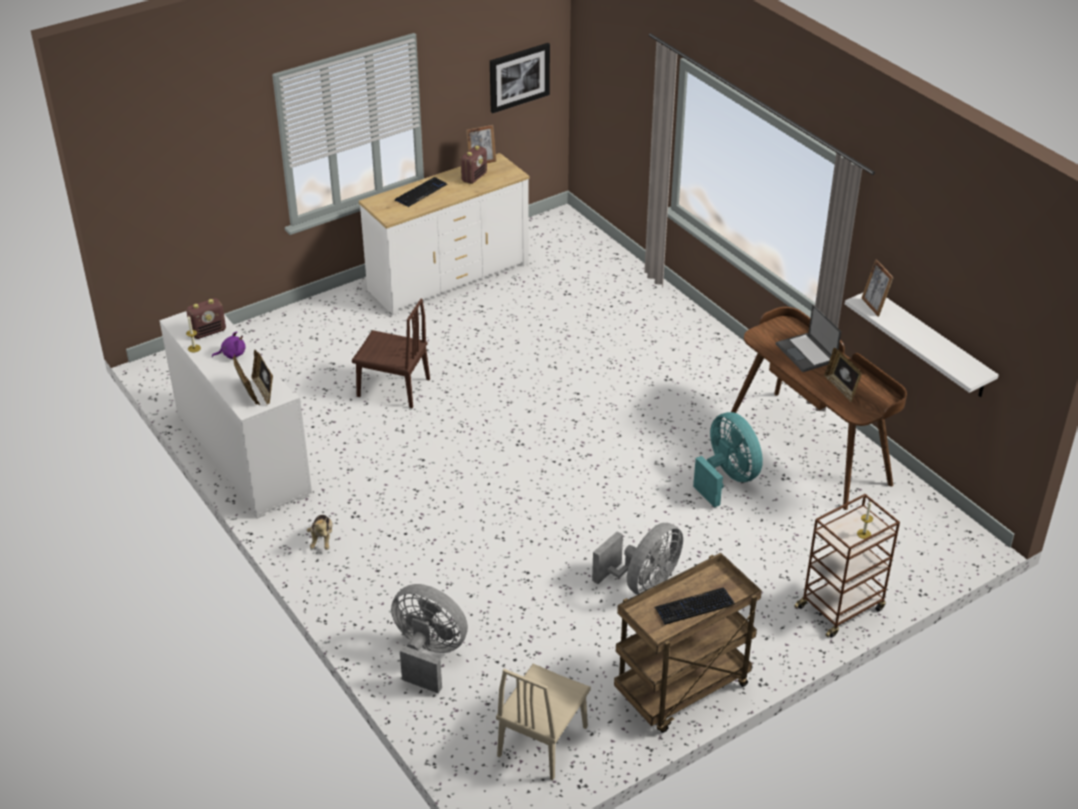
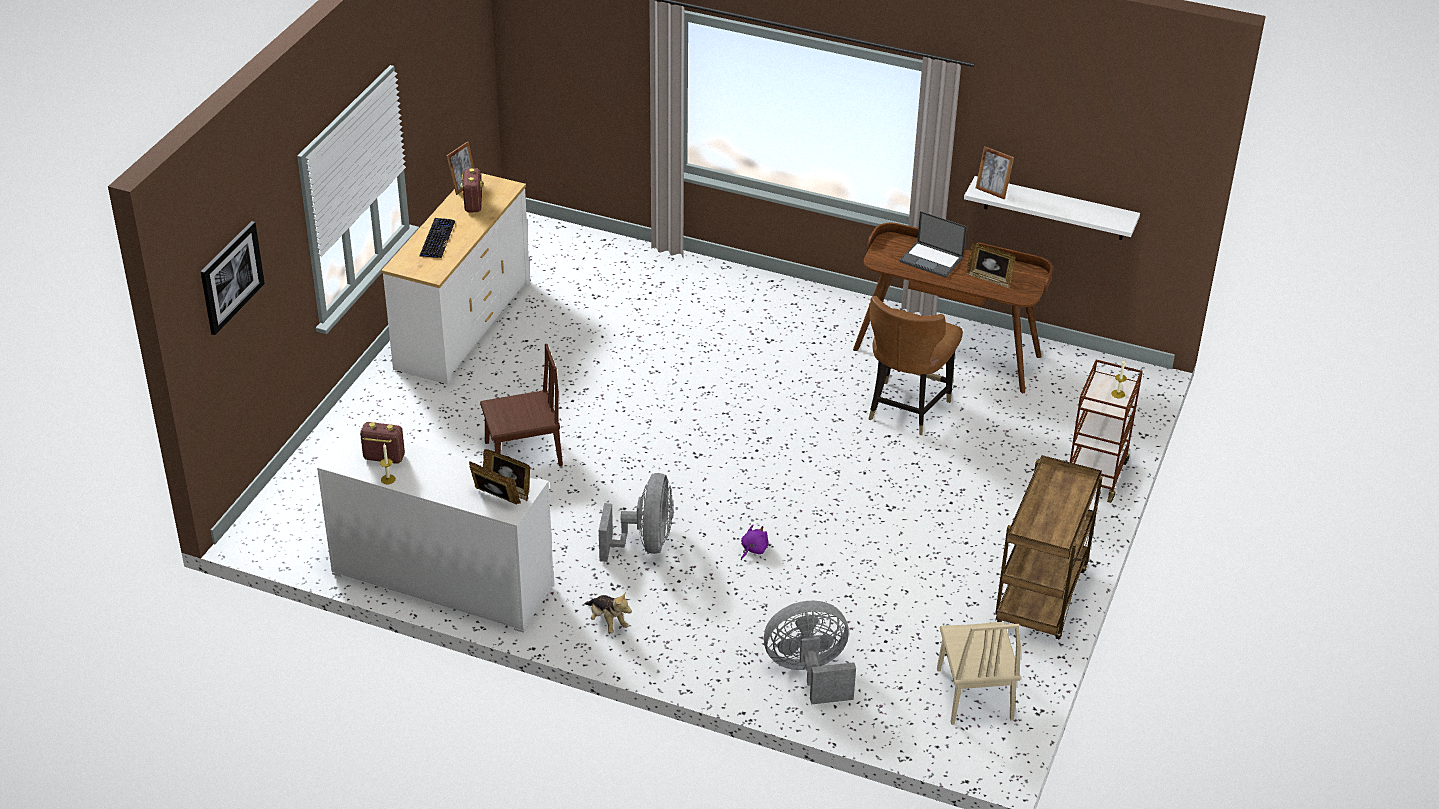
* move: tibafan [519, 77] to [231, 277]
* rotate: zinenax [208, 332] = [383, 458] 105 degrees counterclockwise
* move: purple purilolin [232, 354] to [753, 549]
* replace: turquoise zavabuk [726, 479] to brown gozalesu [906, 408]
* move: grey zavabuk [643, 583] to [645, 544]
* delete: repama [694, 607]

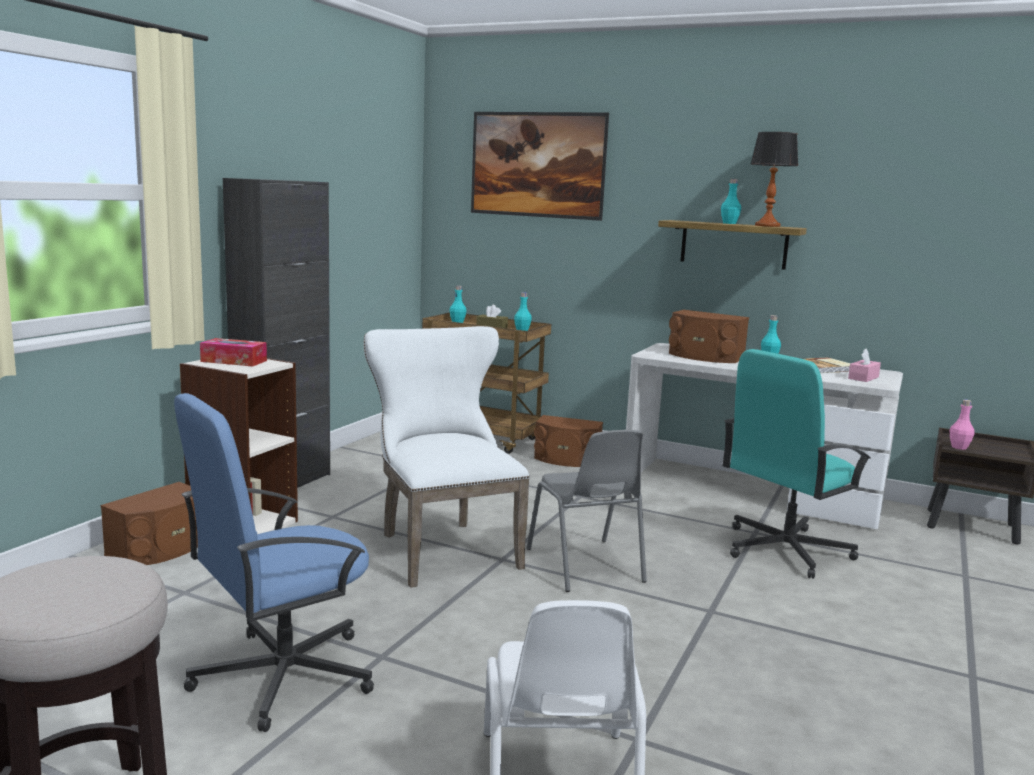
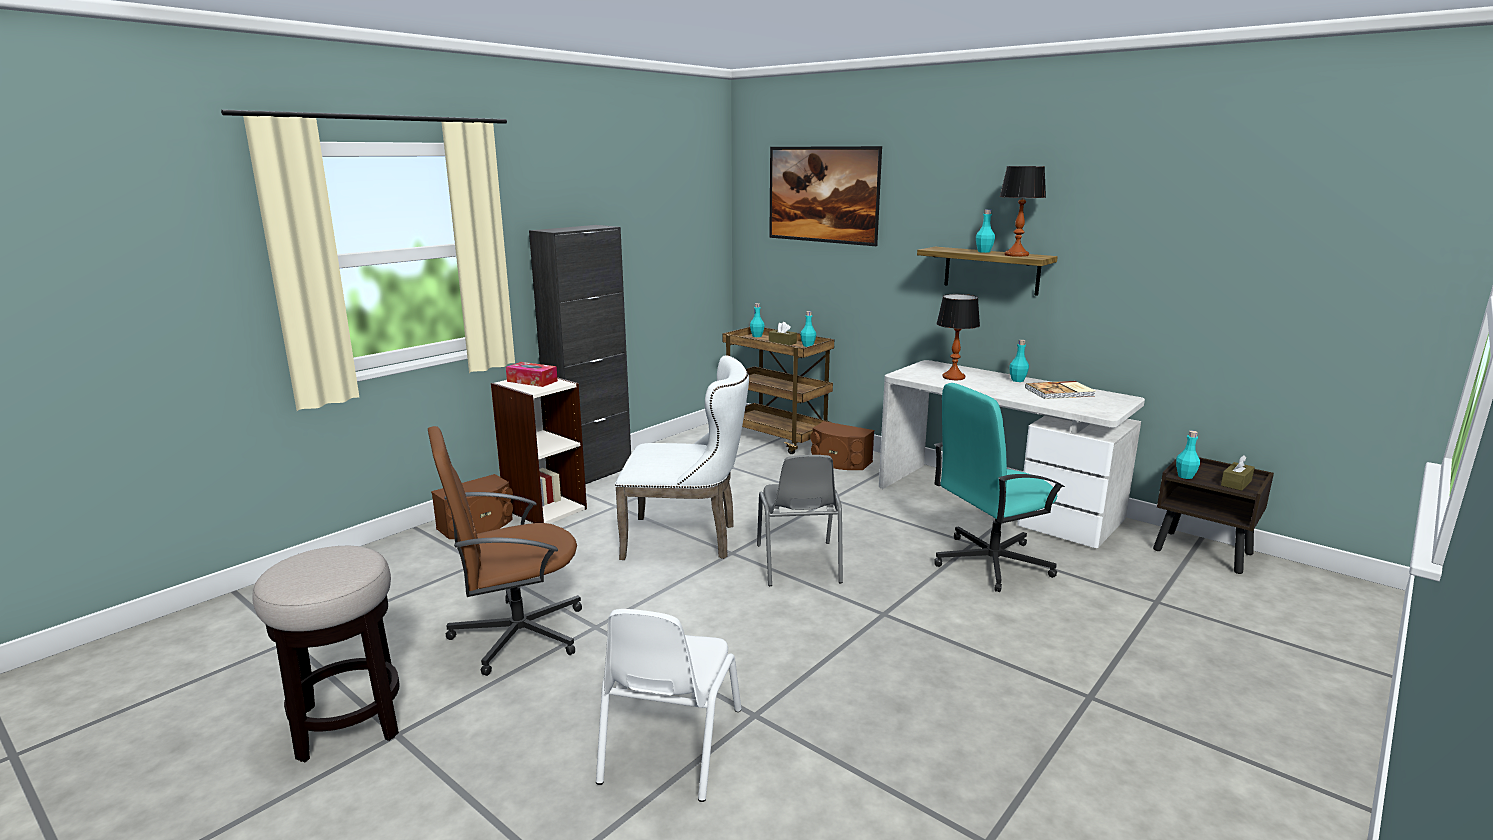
* replace: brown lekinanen [704, 356] to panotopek [954, 377]
* rotate: white gozalesu [442, 548] = [688, 539] 105 degrees clockwise
* delete: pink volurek [863, 378]
* recolor: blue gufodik [281, 676] to brown gufodik [516, 634]
* recolor: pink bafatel [959, 447] to turquoise bafatel [1185, 476]
* insert: brown volurek [1236, 483]

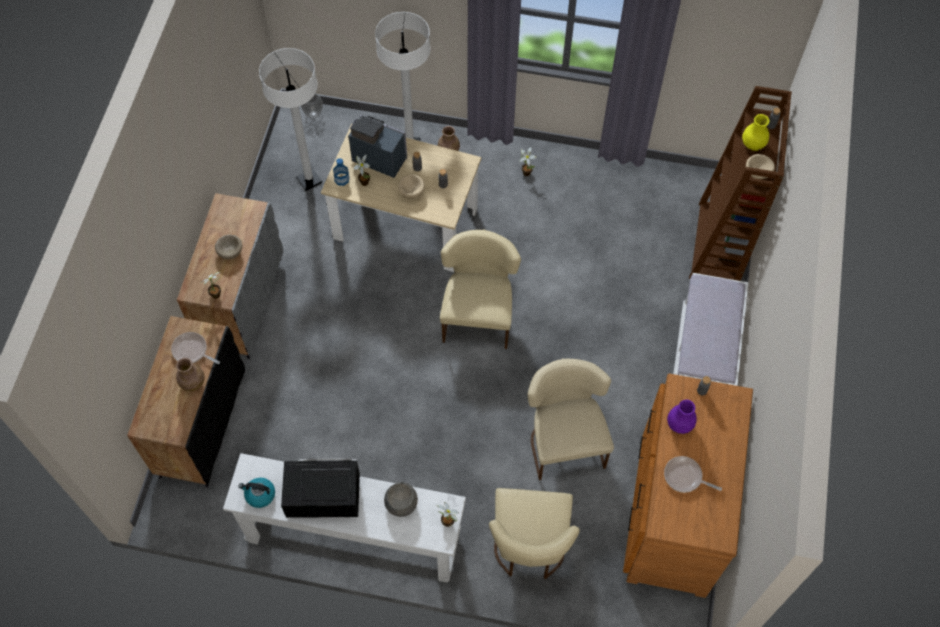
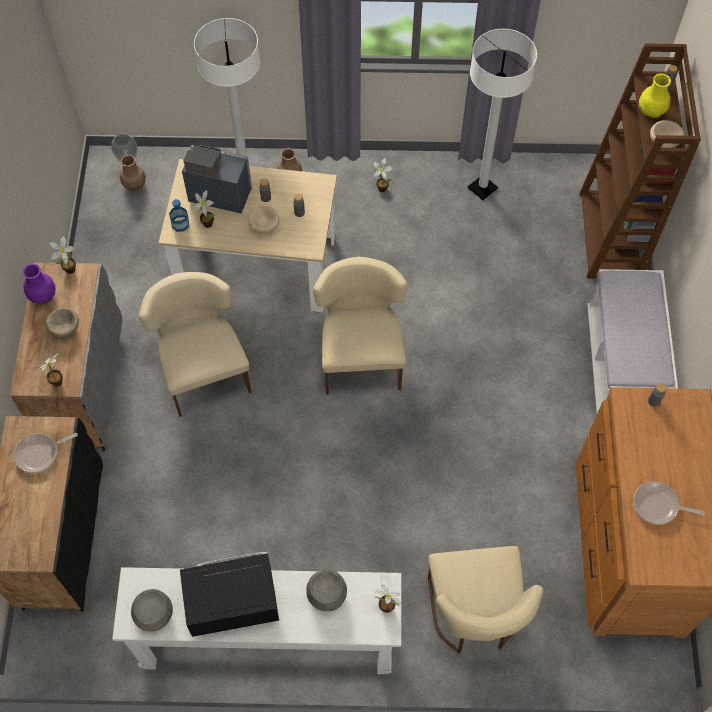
* move: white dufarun [309, 180] to [482, 188]
* rotate: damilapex [192, 351] = [40, 454] 45 degrees counterclockwise
* move: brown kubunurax [192, 382] to [134, 184]
* move: beige gozalesu [564, 440] to [203, 371]
* move: purple kubunurax [680, 425] to [43, 296]
* replace: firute [259, 495] to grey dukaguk [154, 614]
* insert: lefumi [68, 270]

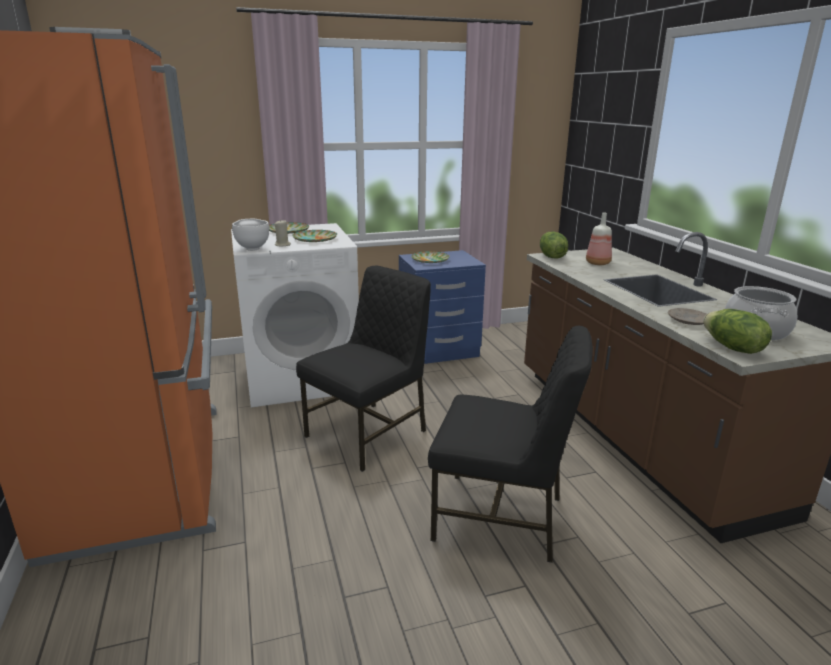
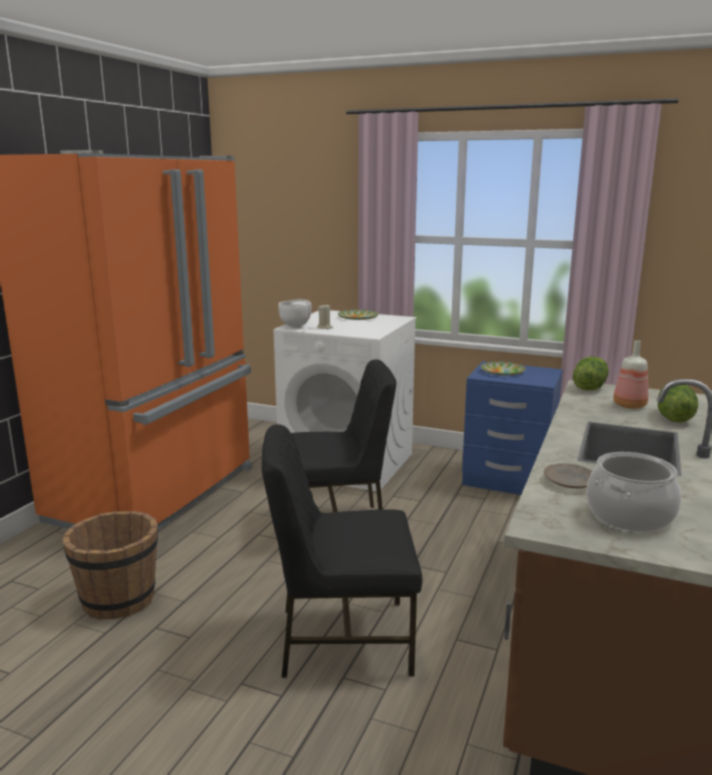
* delete: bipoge [314, 239]
* move: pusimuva [732, 348] to [673, 418]
* rotate: black gozalesu [501, 517] = [342, 638] 120 degrees clockwise
* insert: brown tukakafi [118, 599]

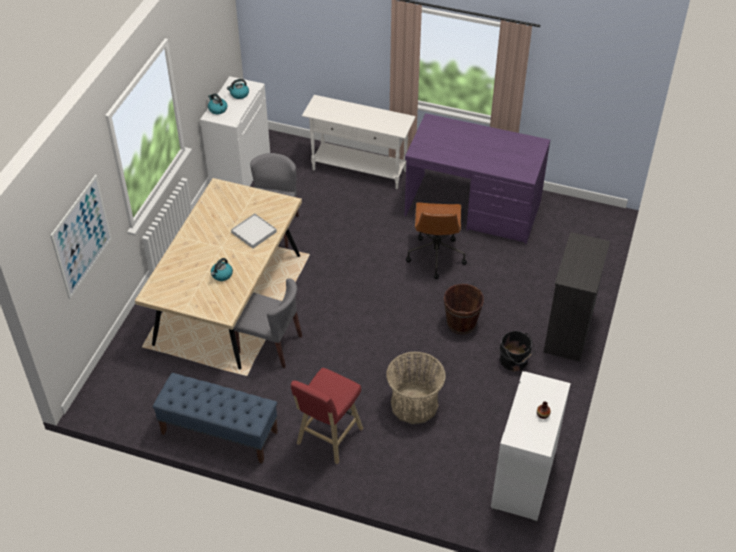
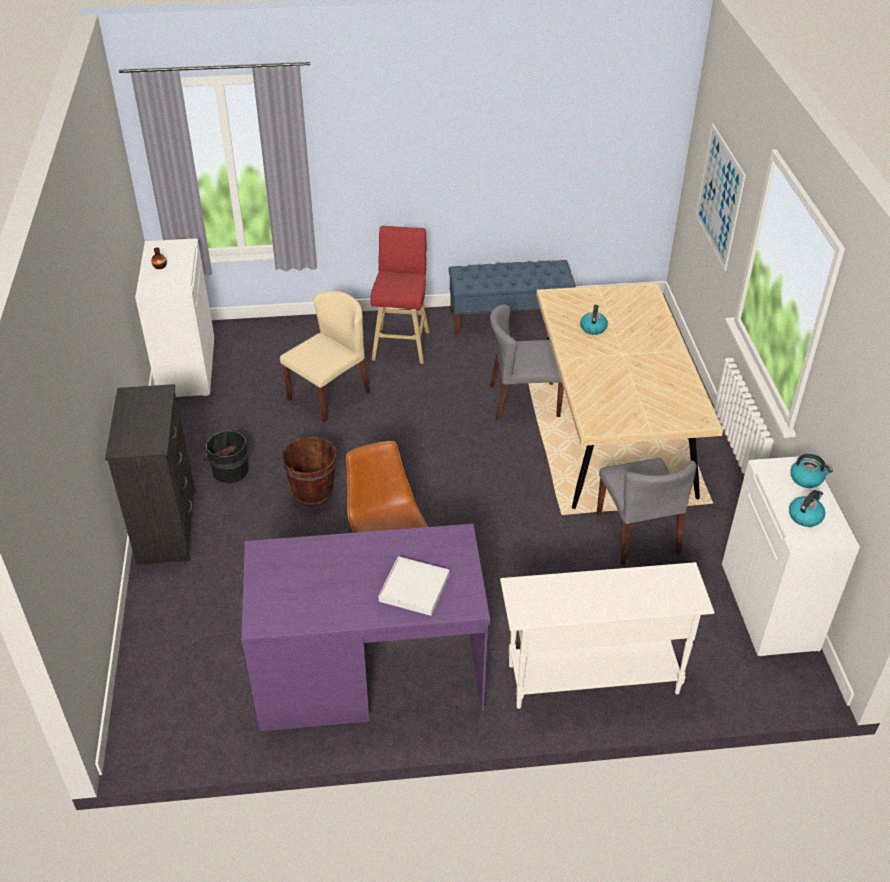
* move: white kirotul [254, 232] to [414, 588]
* replace: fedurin [414, 404] to beige gozalesu [329, 395]

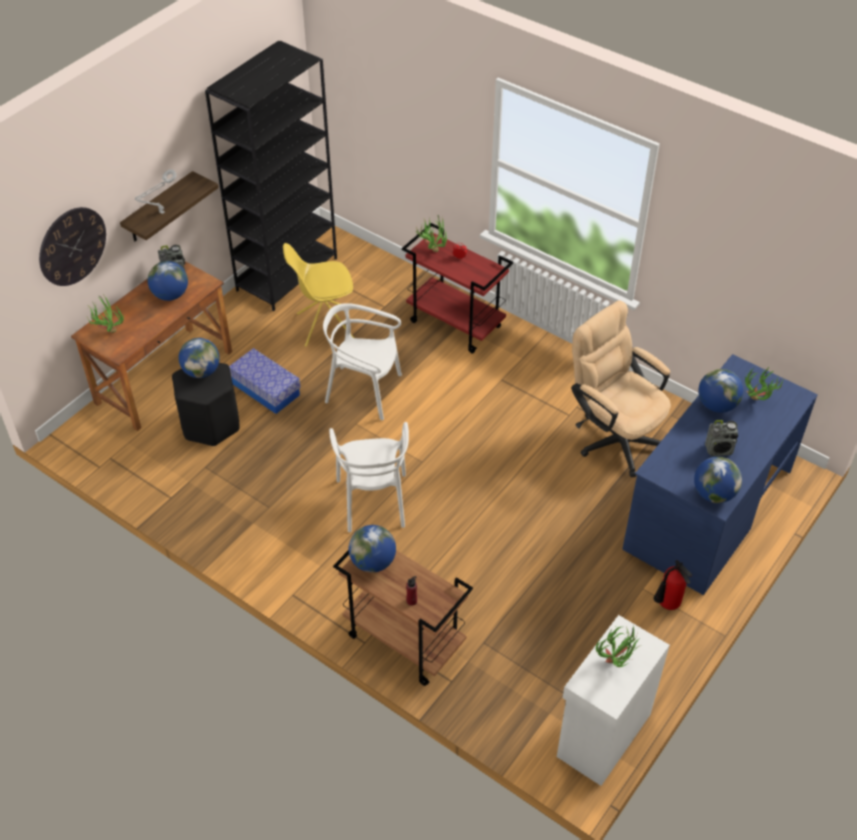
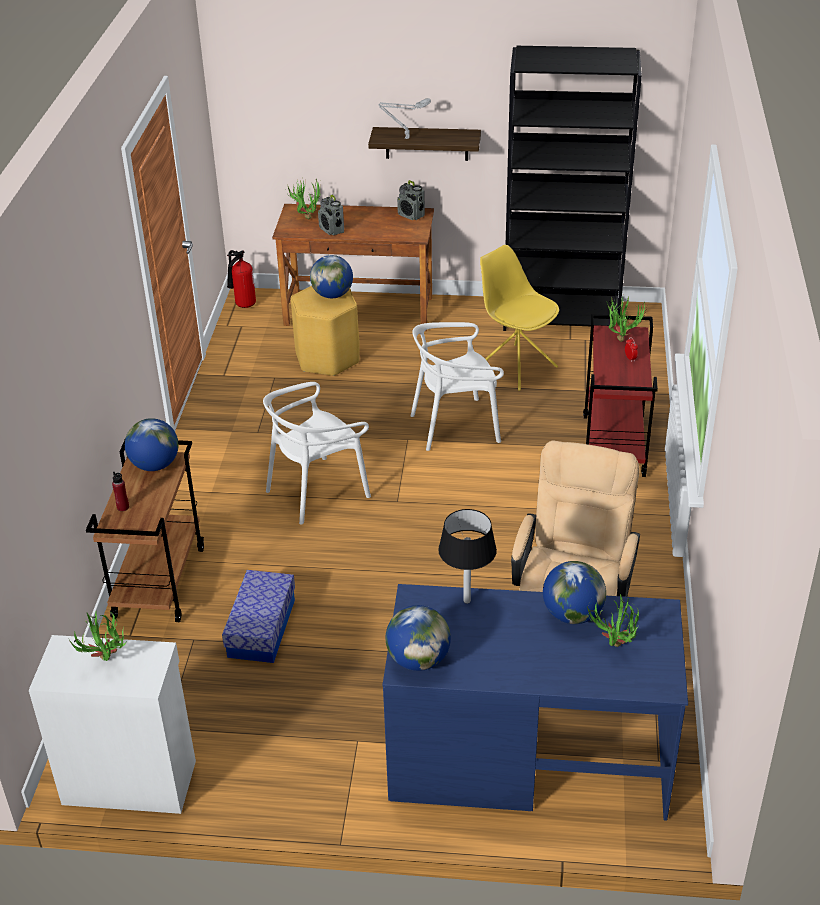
* delete: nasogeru [72, 246]
* delete: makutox [170, 295]
* rotate: white gozalesu [364, 391] = [455, 426] 90 degrees counterclockwise
* move: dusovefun [266, 389] to [261, 628]
* recolor: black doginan [210, 424] to yellow doginan [327, 358]
* move: zinenax [719, 449] to [332, 230]
* move: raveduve [666, 605] to [242, 304]
* insert: black panotopek [466, 601]

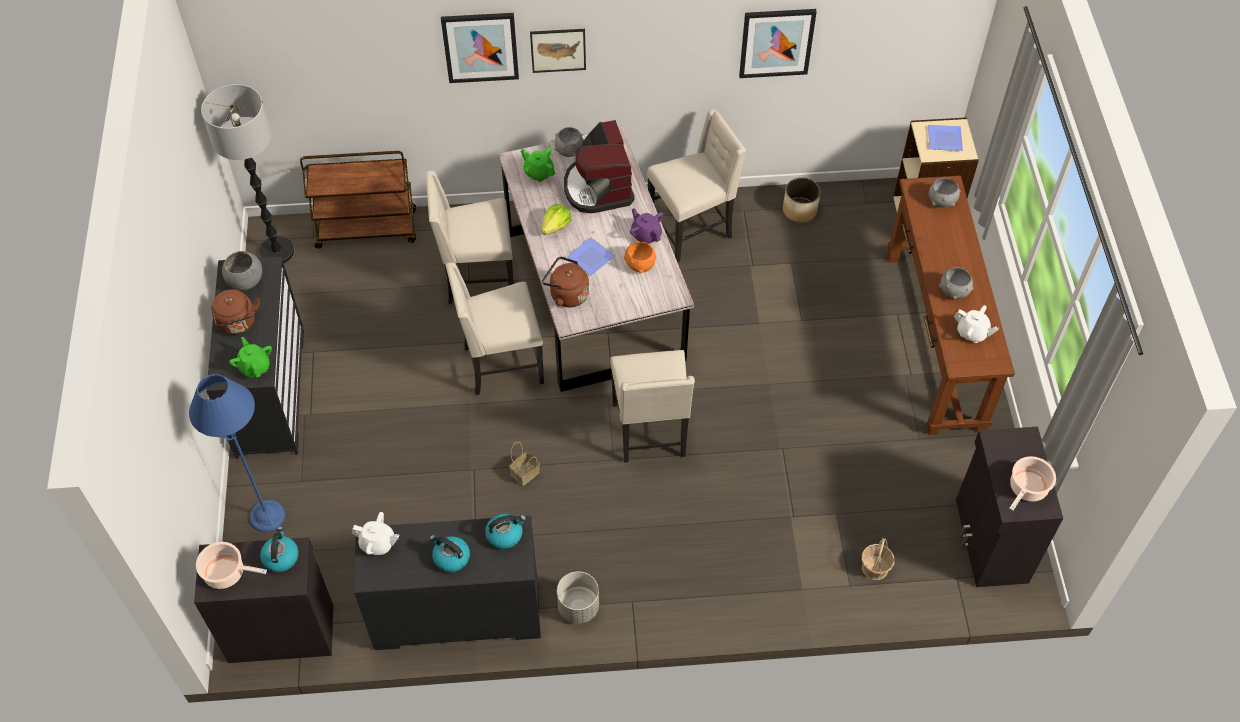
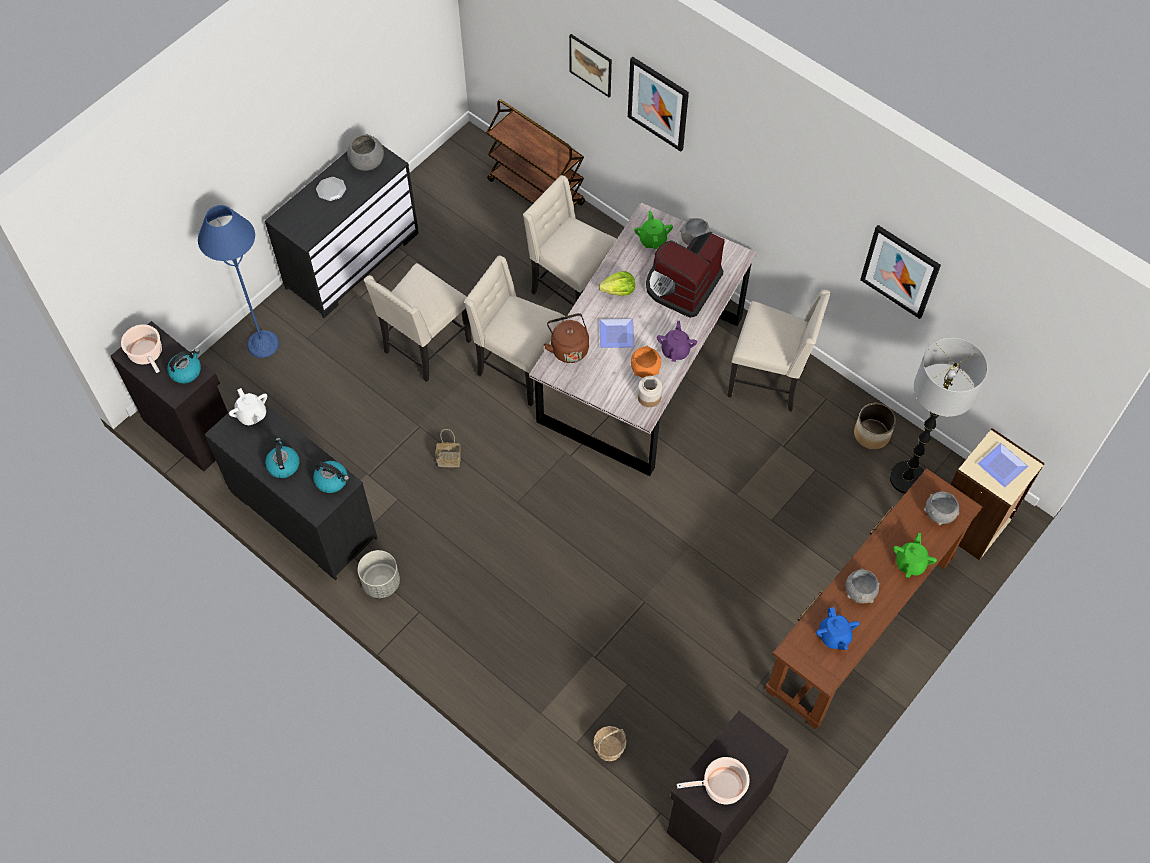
* move: tibafan [558, 50] to [591, 65]
* move: dufarun [277, 251] to [907, 478]
* replace: brown firute [238, 324] to bipoge [331, 190]
* recolor: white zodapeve [972, 333] to blue zodapeve [834, 636]
* move: green zodapeve [255, 367] to [910, 563]
* move: beige gozalesu [650, 431] to [425, 347]
* insert: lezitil [649, 397]

